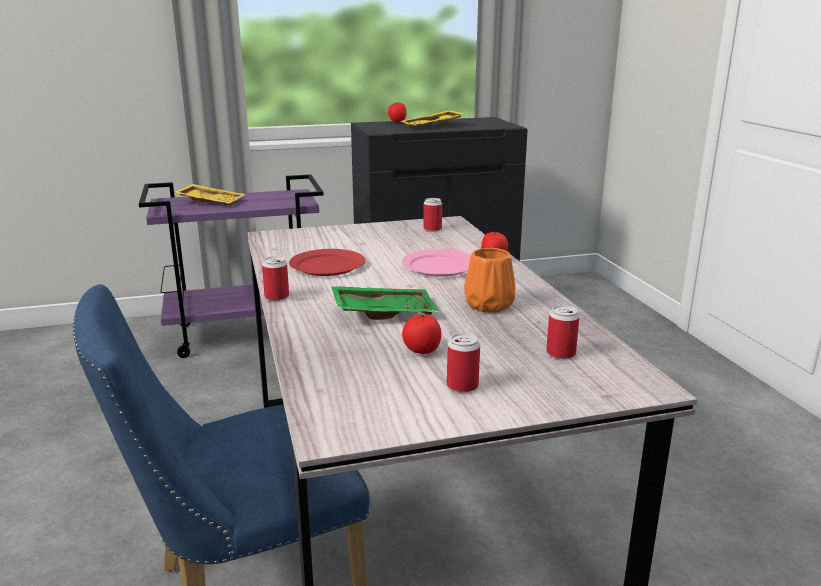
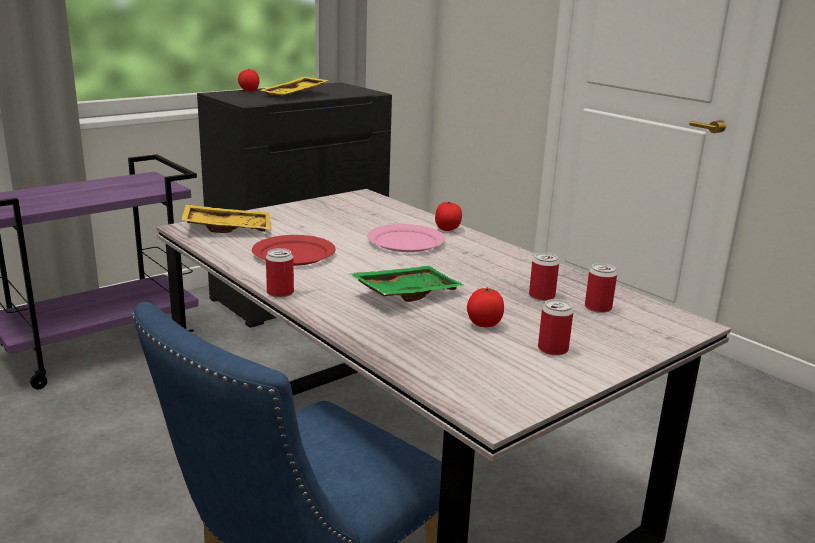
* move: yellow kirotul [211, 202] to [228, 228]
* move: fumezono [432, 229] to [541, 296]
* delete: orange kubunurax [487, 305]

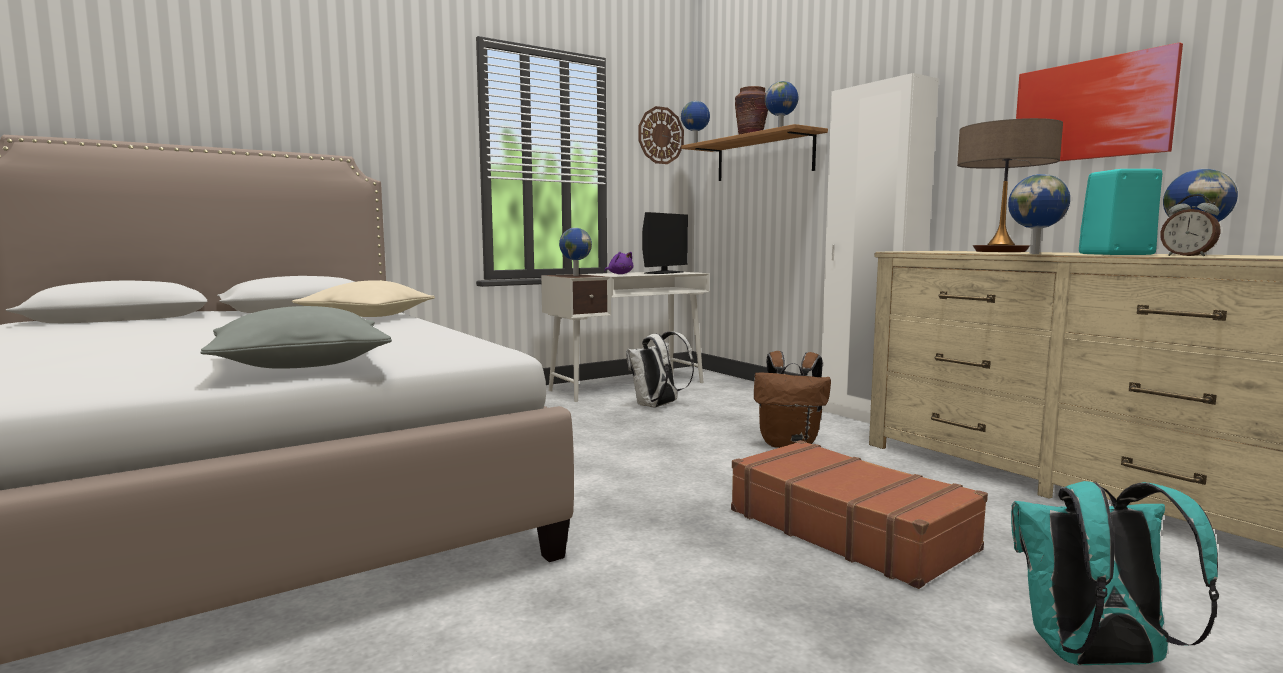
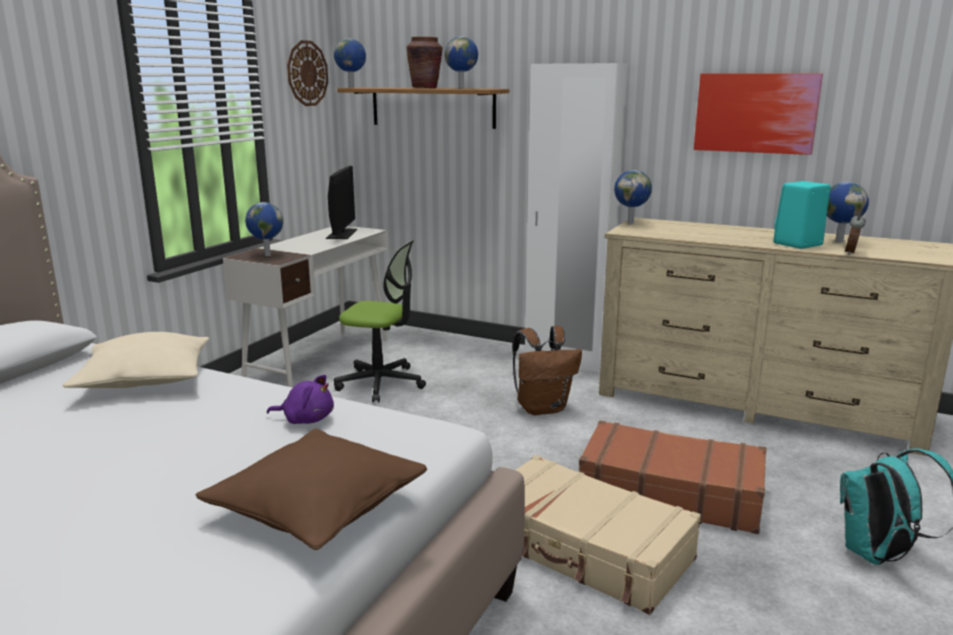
* delete: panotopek [1000, 251]
* move: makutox [1035, 253] to [631, 223]
* rotate: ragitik [1187, 256] = [852, 253] 90 degrees clockwise
* move: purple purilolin [619, 274] to [306, 419]
* recolor: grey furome [301, 363] to brown furome [318, 507]
* replace: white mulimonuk [657, 406] to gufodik [381, 383]
* insert: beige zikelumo [584, 549]

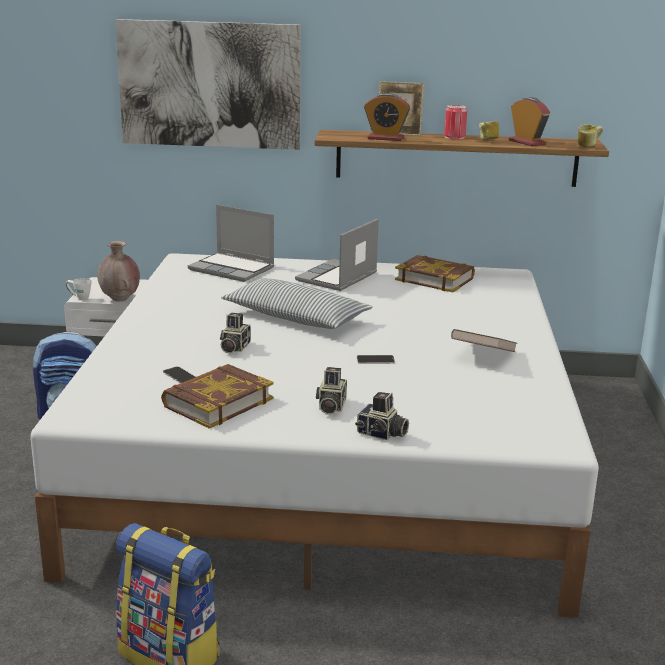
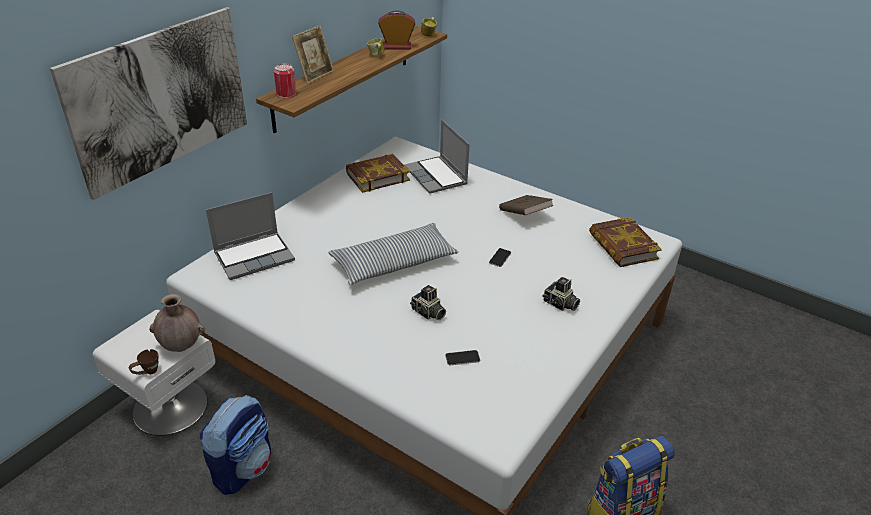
* delete: ragitik [385, 138]
* move: fumezono [454, 137] to [286, 93]
* move: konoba [337, 277] to [437, 176]
* recolor: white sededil [79, 298] to brown sededil [147, 373]
* move: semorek [217, 402] to [622, 246]
* delete: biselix [382, 434]

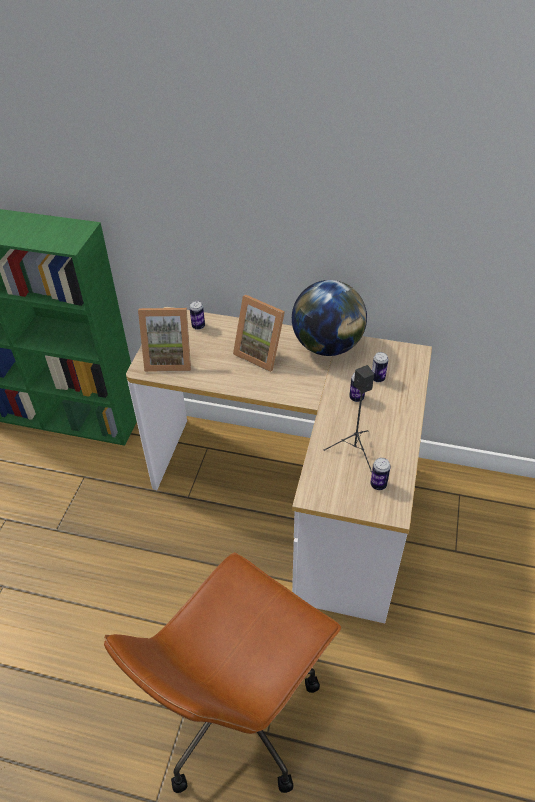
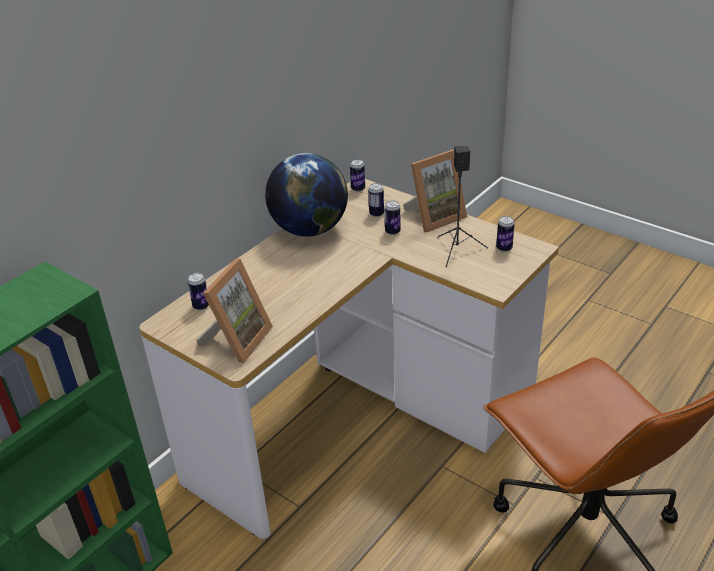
* move: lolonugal [262, 353] to [434, 217]
* insert: fumezono [358, 189]

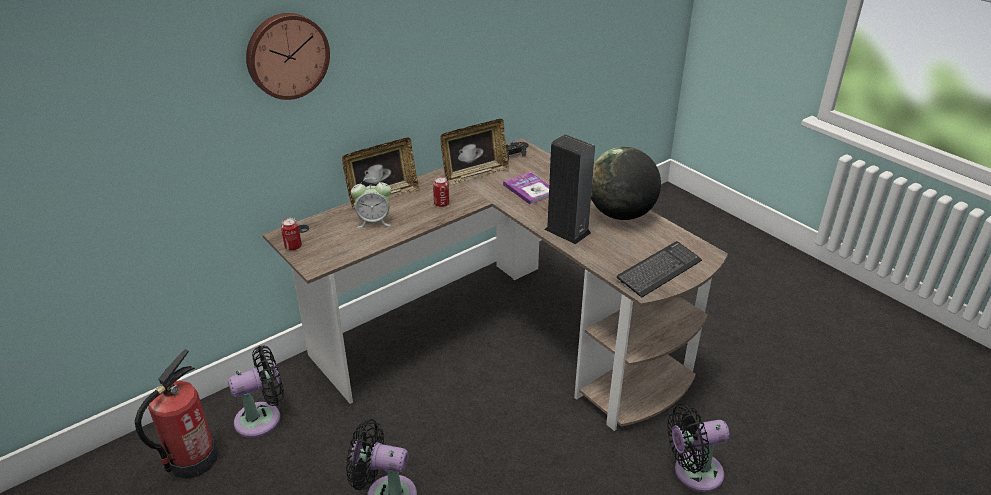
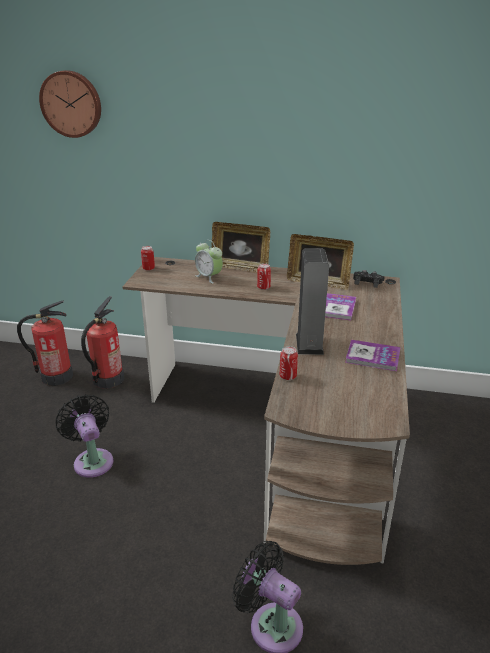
* move: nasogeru [286, 55] to [72, 104]
* replace: makutox [621, 214] to semorek [372, 357]
* delete: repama [659, 270]
* replace: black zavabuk [263, 418] to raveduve [108, 379]
* insert: fumezono [288, 376]

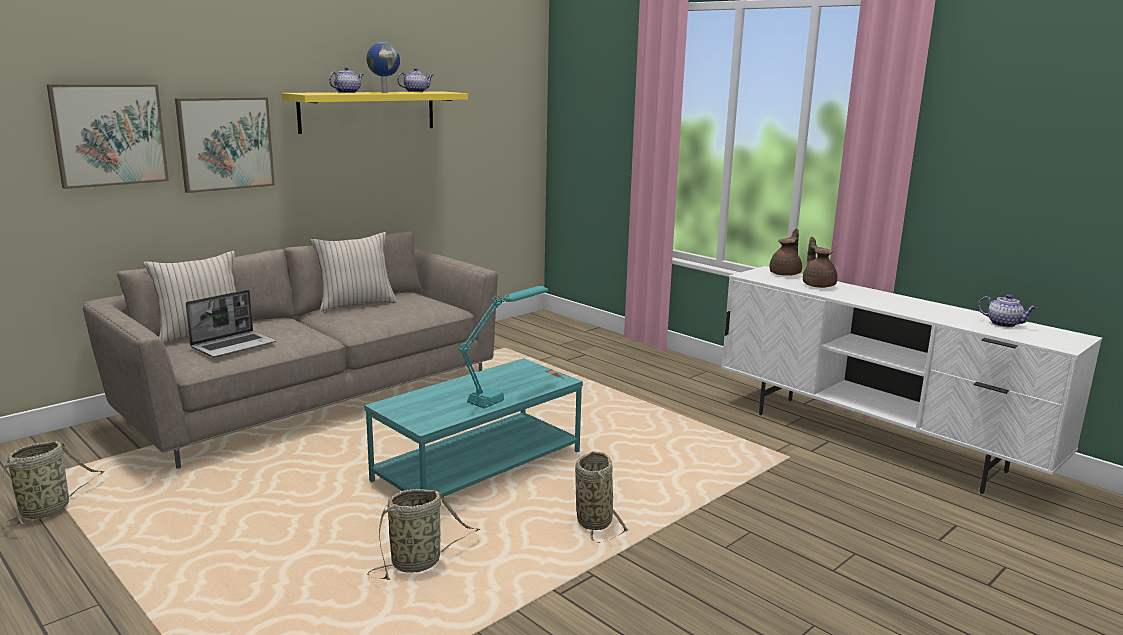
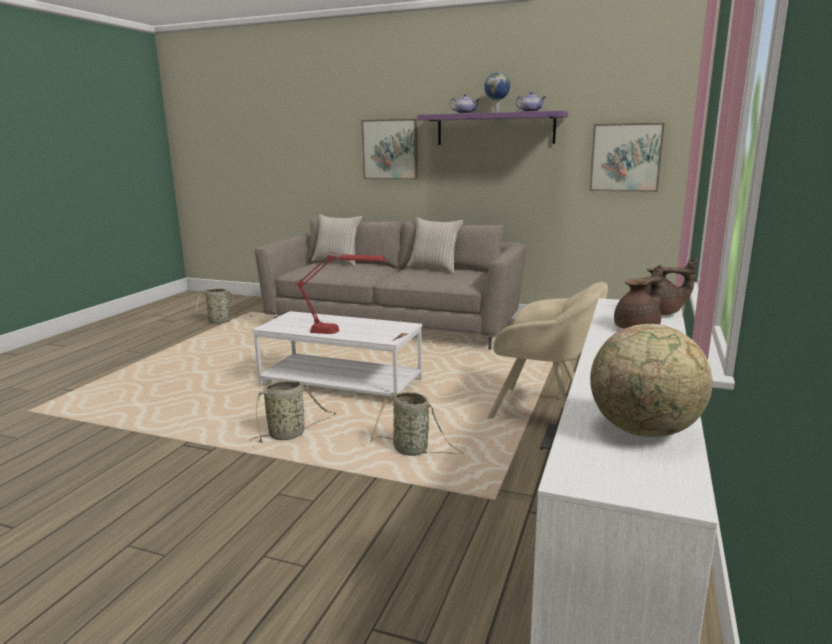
* move: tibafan [109, 134] to [625, 157]
* recolor: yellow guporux [368, 111] to purple guporux [495, 129]
* recolor: turquoise panotopek [504, 393] to red panotopek [342, 332]
* delete: konoba [234, 345]
* replace: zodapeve [1004, 324] to makutox [644, 431]
* recolor: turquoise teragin [479, 466] to white teragin [342, 383]
* move: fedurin [419, 562] to [413, 450]
* insert: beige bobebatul [544, 410]

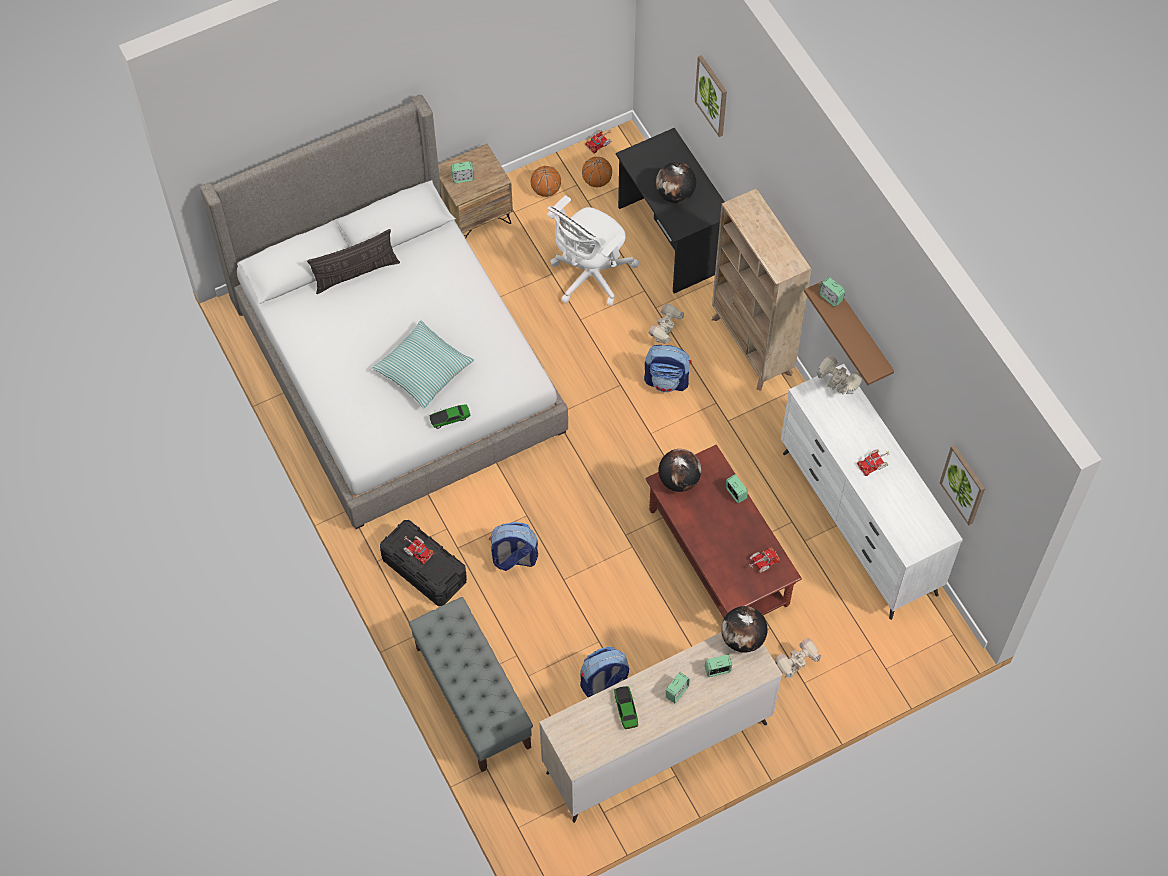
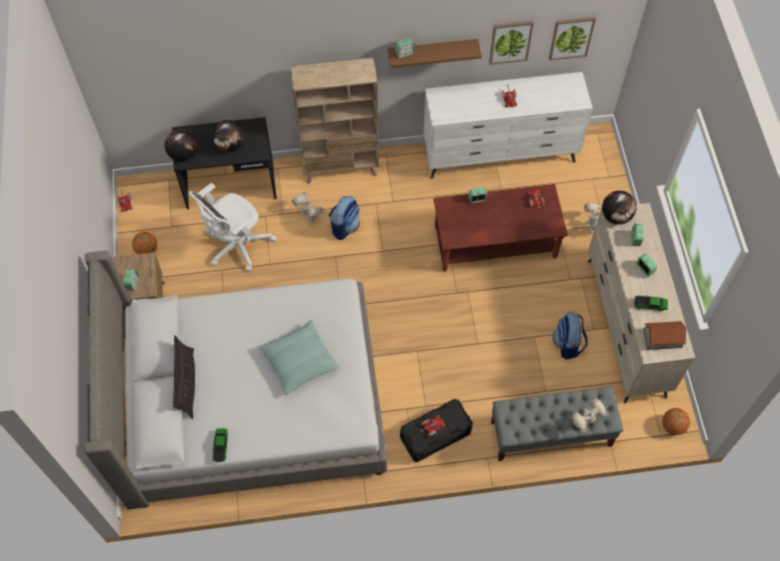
* move: tibafan [712, 95] to [510, 41]
* move: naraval [597, 181] to [673, 426]
* rotate: white gufodik [589, 277] = [236, 246] 75 degrees clockwise
* move: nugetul [837, 388] to [585, 423]
* move: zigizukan [450, 418] to [221, 446]
* move: makutox [679, 480] to [183, 154]
* delete: mulimonuk [514, 558]
* insert: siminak [662, 338]

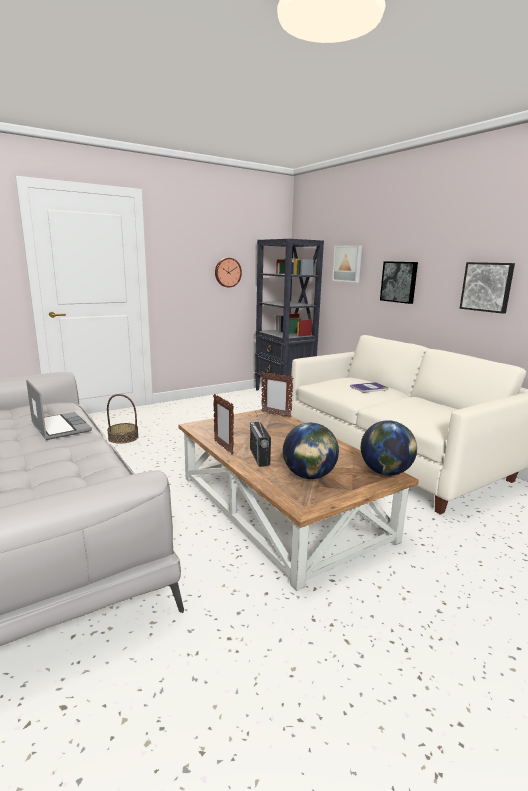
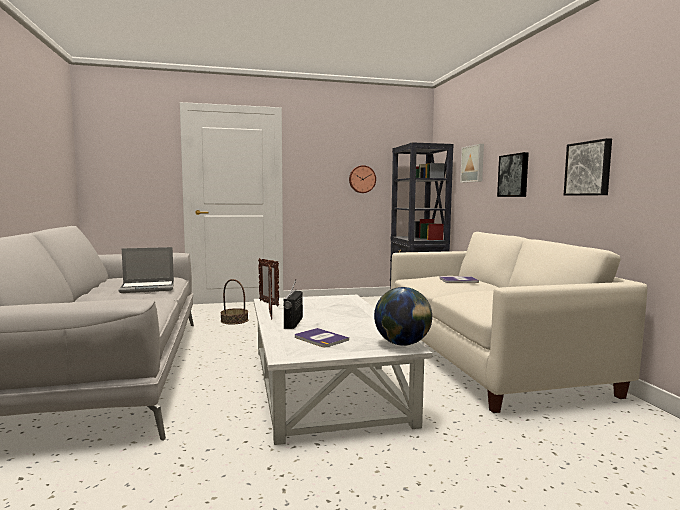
* move: lolonugal [275, 414] to [269, 303]
* rotate: konoba [59, 427] = [148, 288] 90 degrees clockwise
* recolor: brown teragin [282, 507] to white teragin [326, 384]
* replace: makutox [309, 476] to semorek [320, 338]

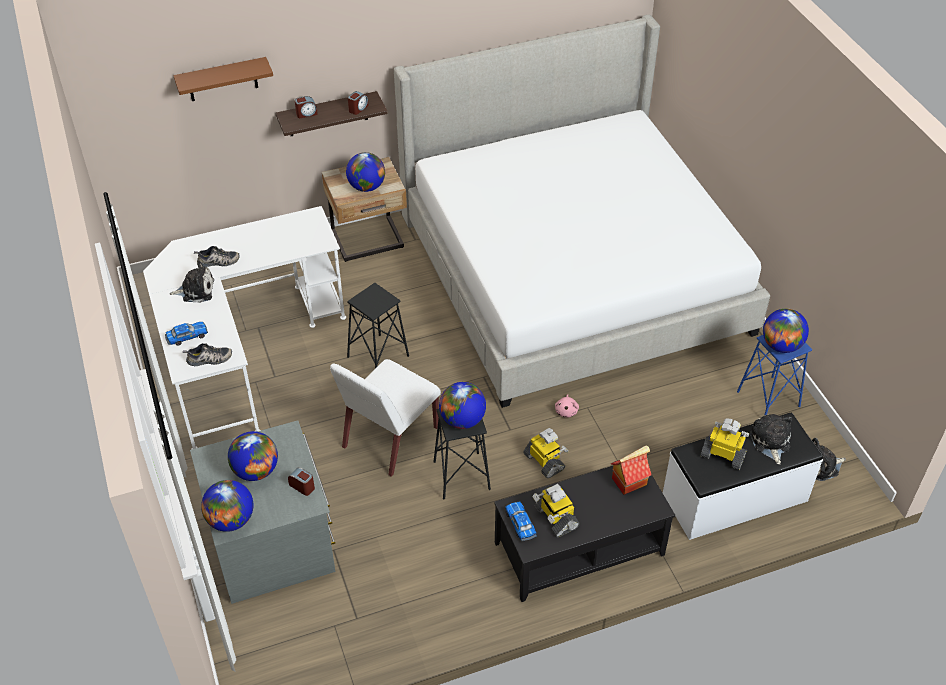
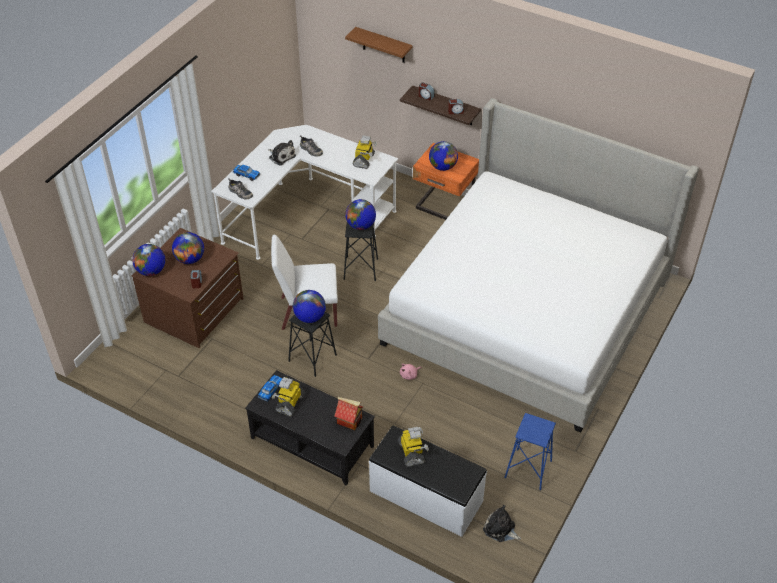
* recolor: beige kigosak [368, 241] to orange kigosak [444, 207]
* move: makutox [781, 345] to [361, 225]
* delete: purilolin [770, 442]
* recolor: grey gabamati [272, 540] to brown gabamati [195, 311]
* move: nugetul [545, 462] to [364, 160]

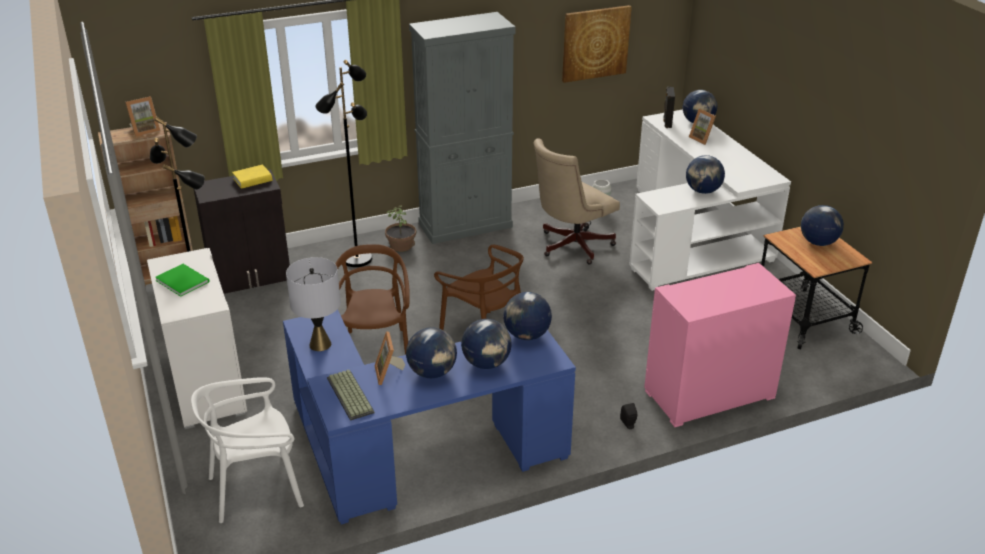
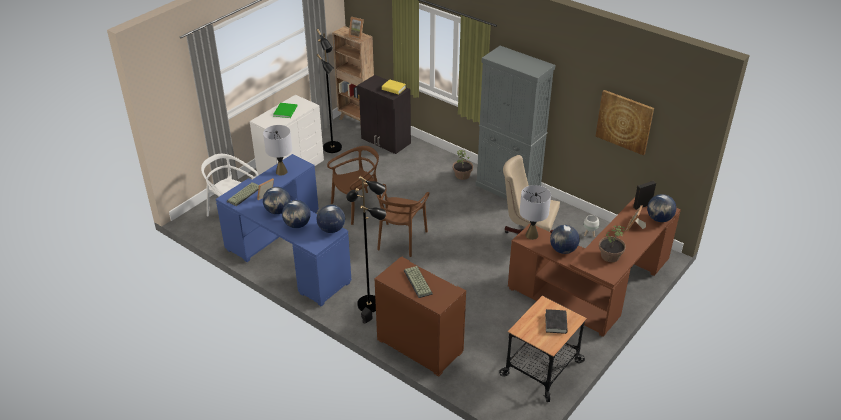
* move: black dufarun [356, 258] to [369, 304]
* recolor: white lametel [695, 236] to brown lametel [597, 289]
* replace: makutox [818, 242] to black semorek [556, 323]
* recolor: pink gabamati [709, 395] to brown gabamati [419, 346]
* insert: grey panotopek [531, 235]
* insert: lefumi [610, 256]
* insert: repama [418, 282]

